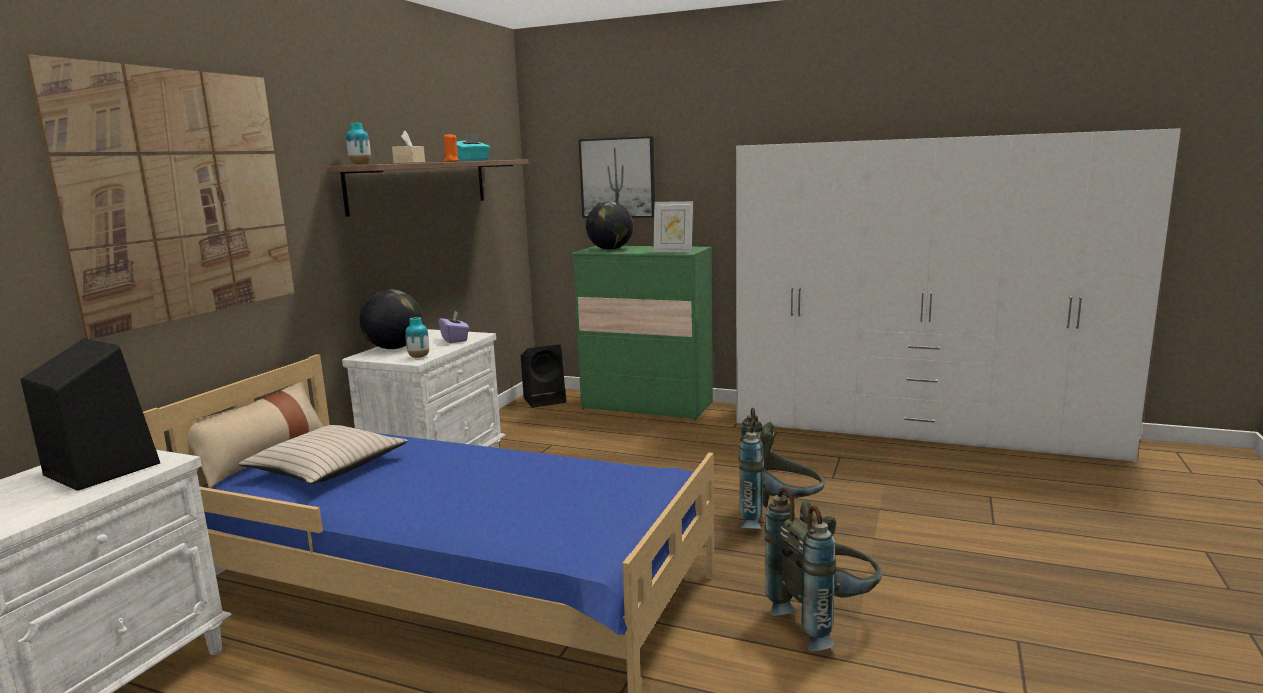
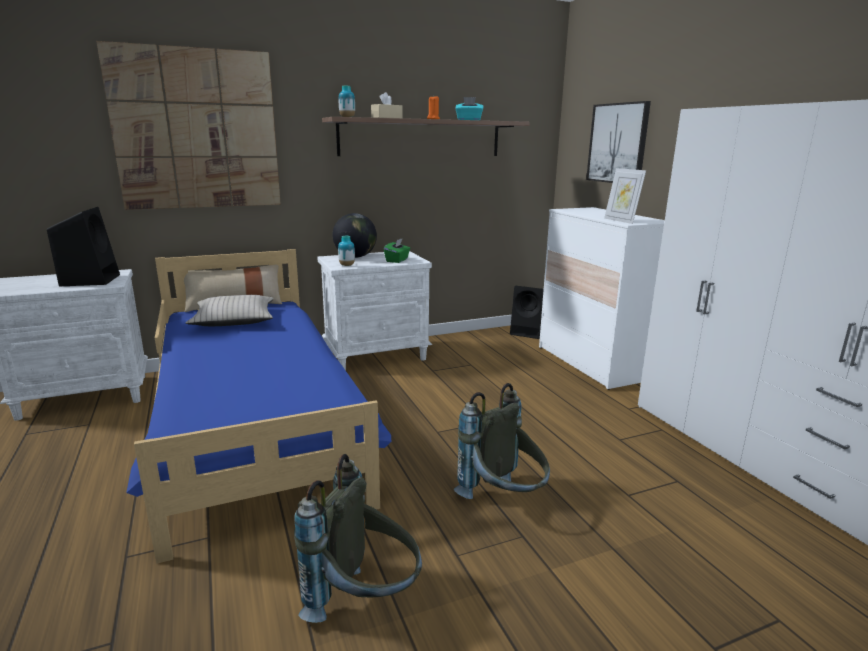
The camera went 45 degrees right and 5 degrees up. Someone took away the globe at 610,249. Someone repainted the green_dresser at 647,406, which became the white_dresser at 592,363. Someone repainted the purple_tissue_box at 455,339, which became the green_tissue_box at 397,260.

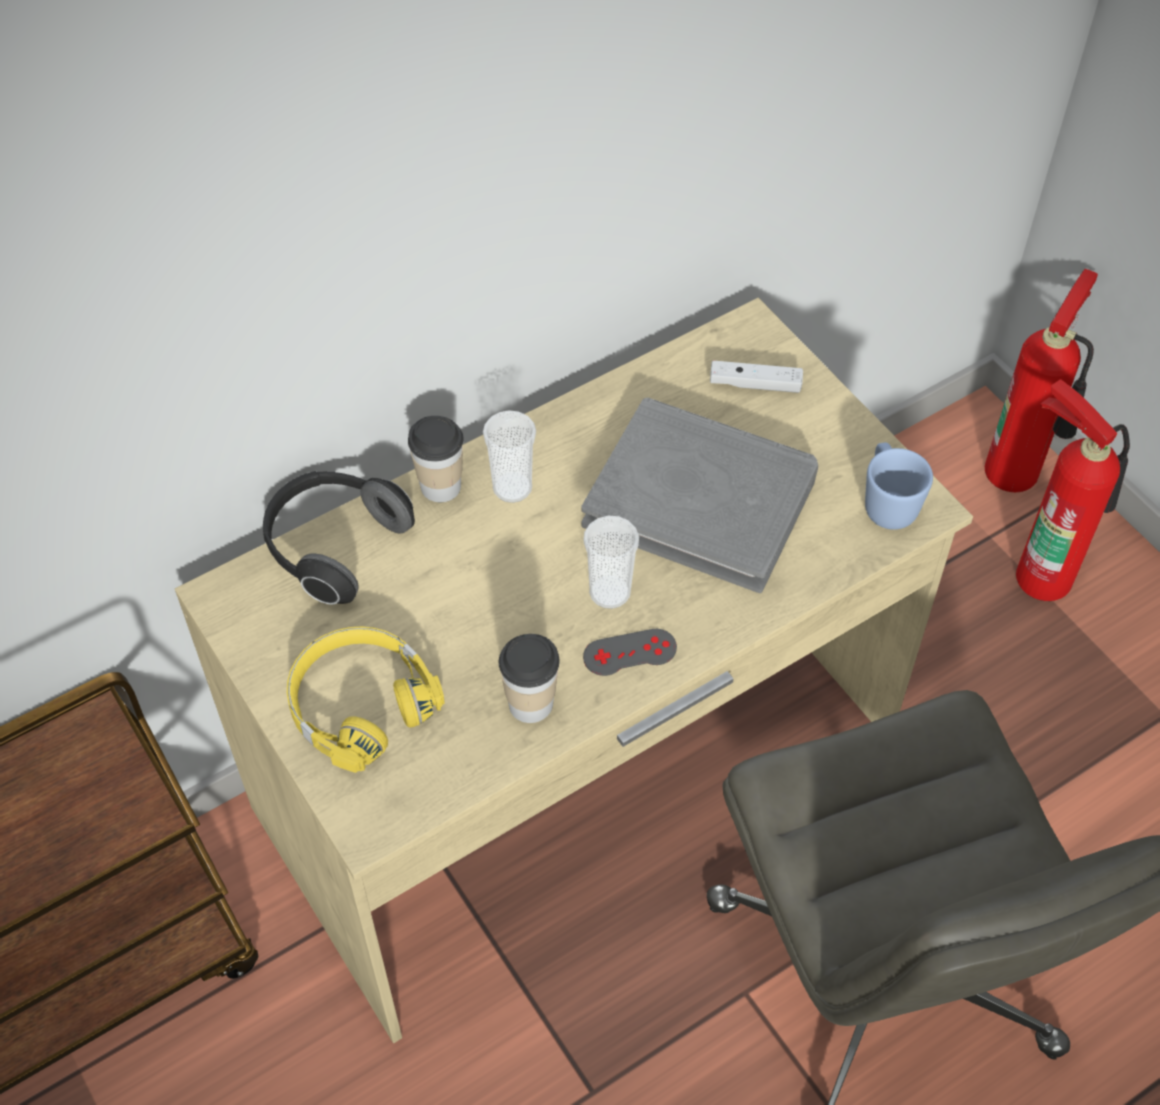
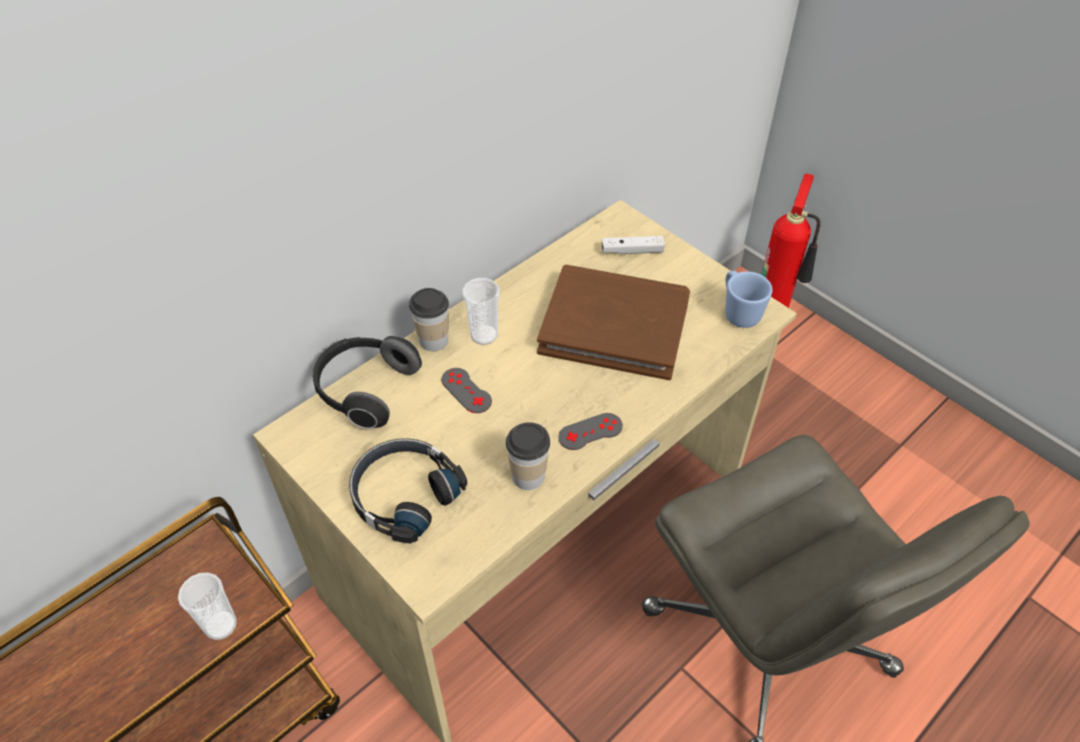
The camera went 10 degrees left and 5 degrees down. Someone took away the fire_extinguisher at 1044,572. Someone repainted the grey_book at 701,499, which became the brown_book at 614,326. Someone carried the cup from 609,592 to 220,625. Someone repainted the yellow_headphones at 360,703, which became the black_headphones at 404,494. Someone put down the grey_game_controller at 466,390.

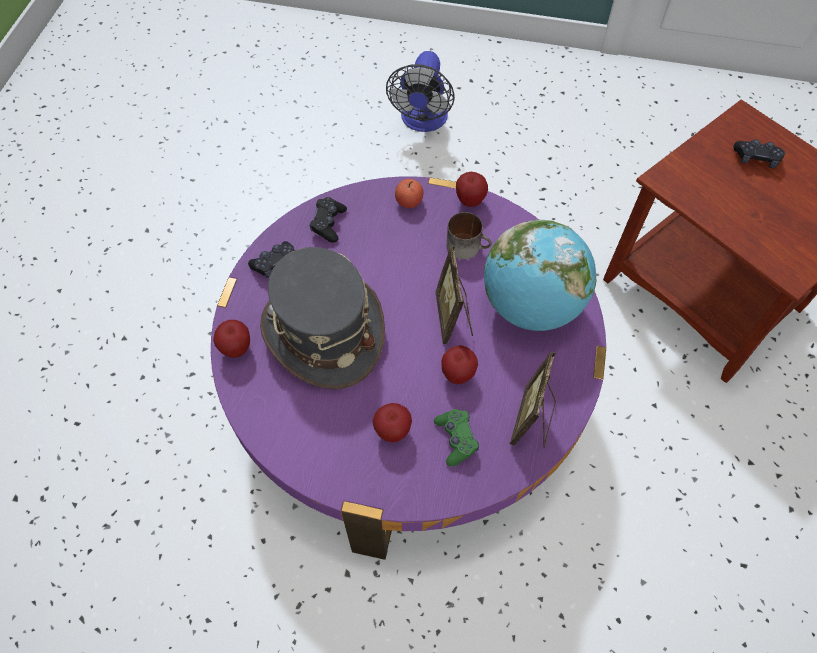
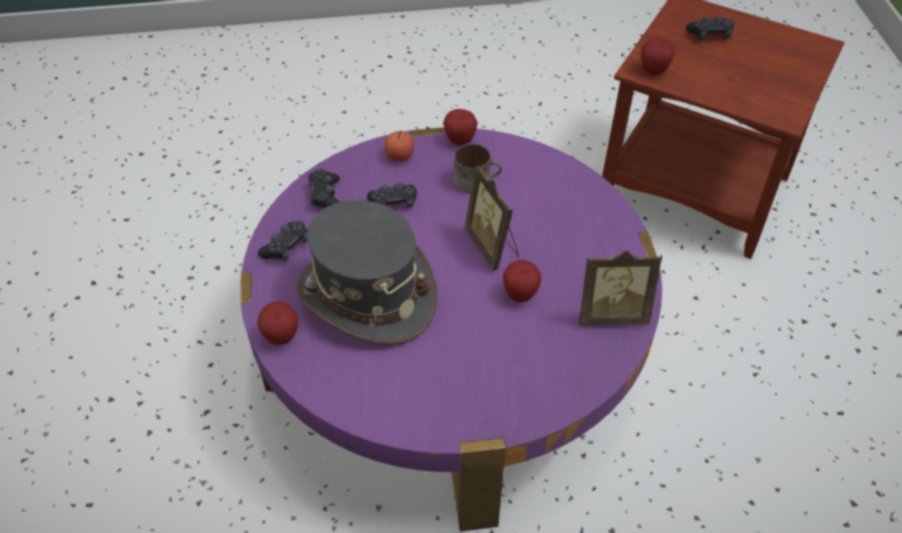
The camera went 20 degrees left and 10 degrees down. Someone took away the fan at 423,121. Someone took away the globe at 531,306. Someone rotated the picture_frame at 533,421 by 90 degrees counterclockwise. Someone carried the apple from 392,431 to 653,71. Someone took away the green_game_controller at 456,439. Someone put down the black_game_controller at 393,202.

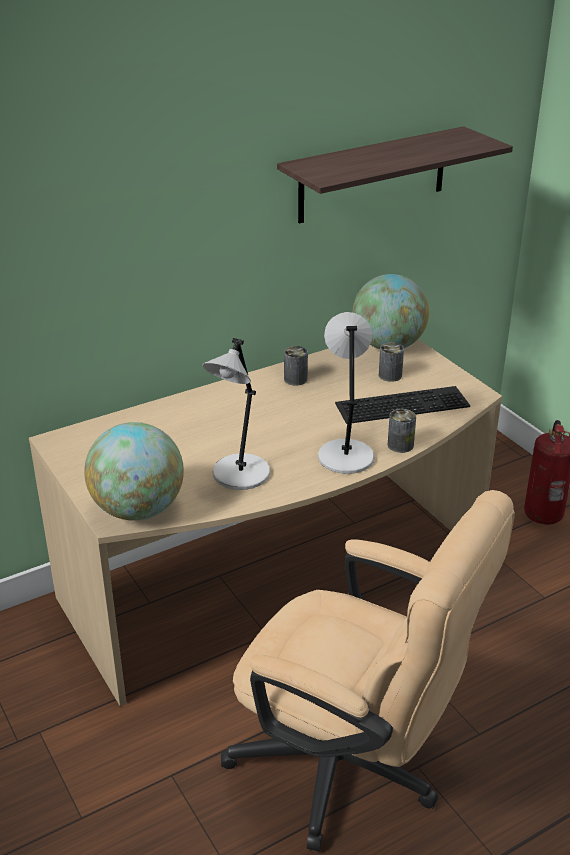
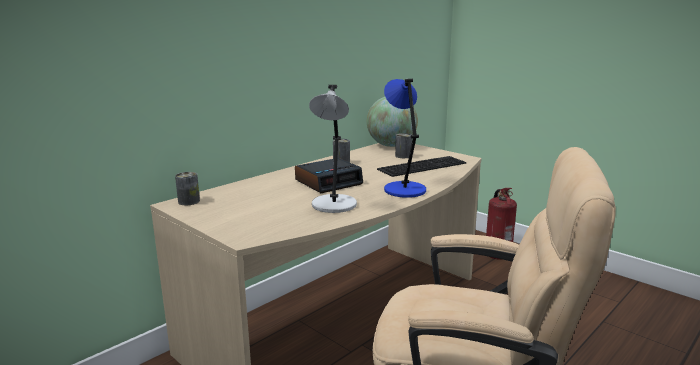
The camera went 15 degrees left and 15 degrees down. Someone took away the shelf at 373,175. Someone repainted the grey_table_lamp at 345,455, which became the blue_table_lamp at 403,189. Someone carried the can from 400,445 to 189,201. Someone took away the globe at 138,510. Someone put down the alarm_clock at 329,182.

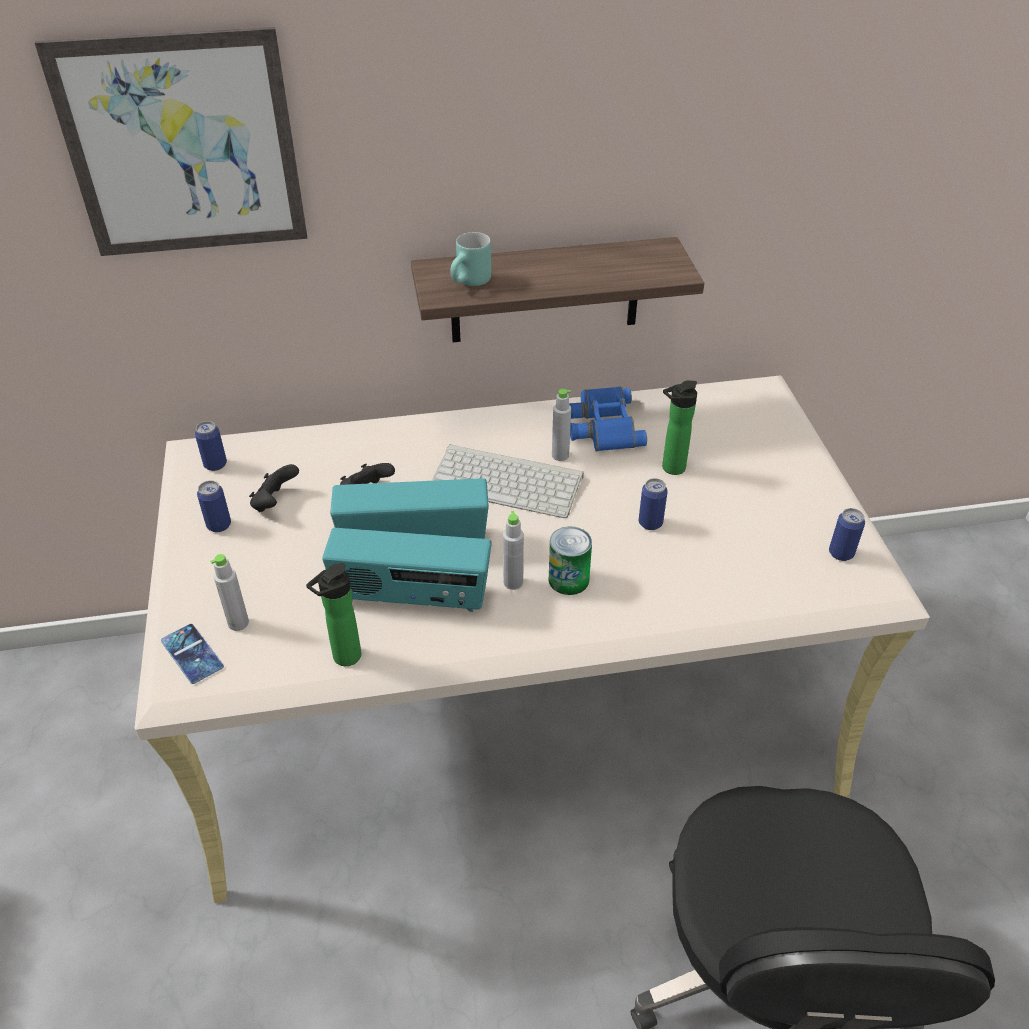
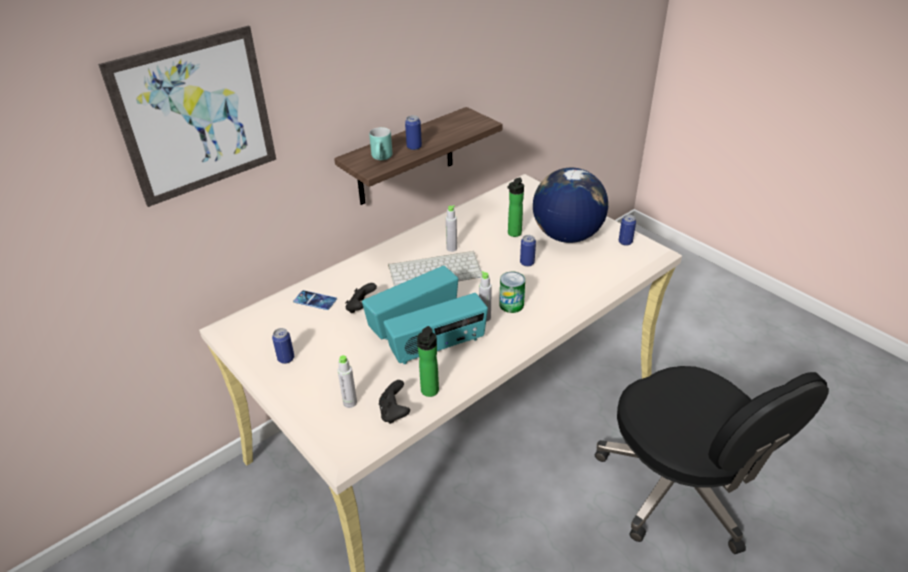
The camera went 30 degrees left and 5 degrees down. Someone took away the blue_binoculars at 601,425. Someone carried the can from 215,464 to 414,147. Someone carried the black_game_controller from 275,502 to 394,412. Someone carried the phone from 192,654 to 315,300. Someone put down the globe at 566,236.

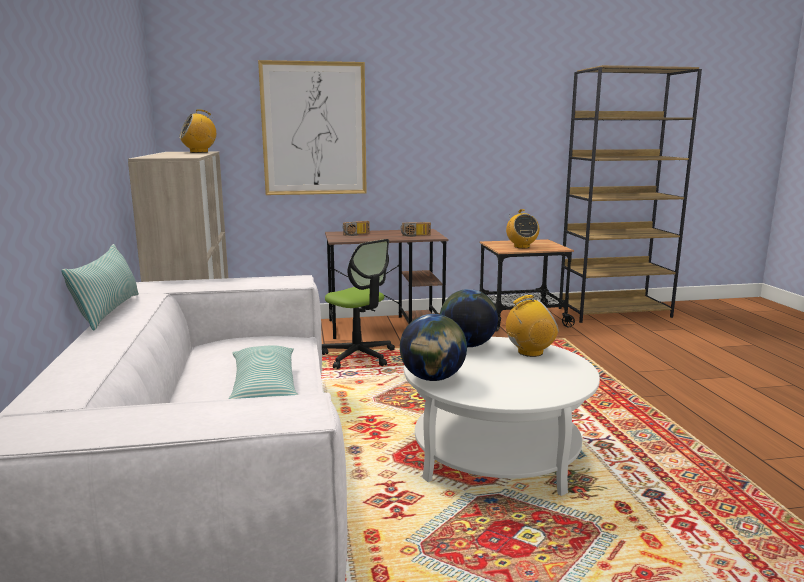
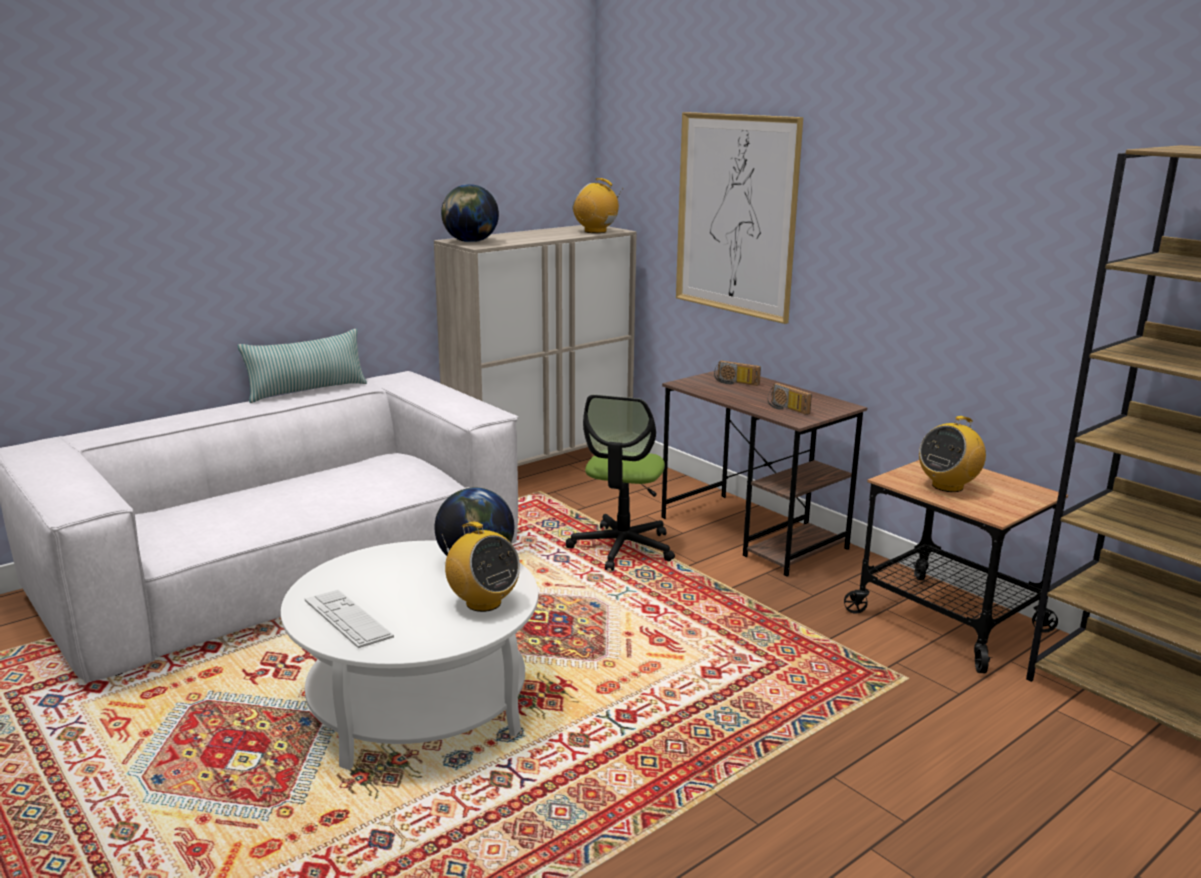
The camera went 60 degrees right and 5 degrees up. Someone carried the globe from 433,378 to 470,242. Someone took away the pillow at 264,389. Someone put down the keyboard at 348,619.

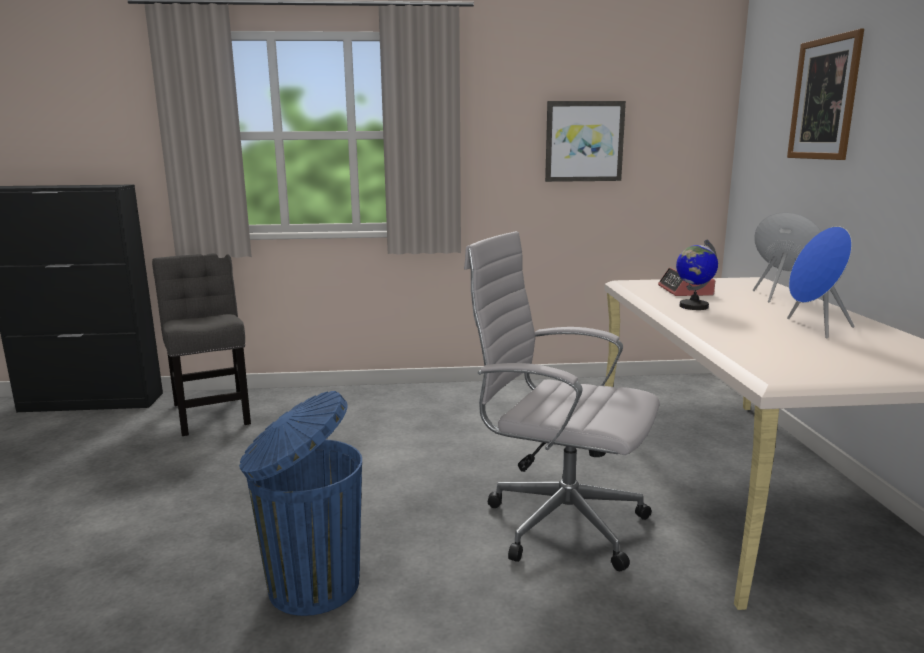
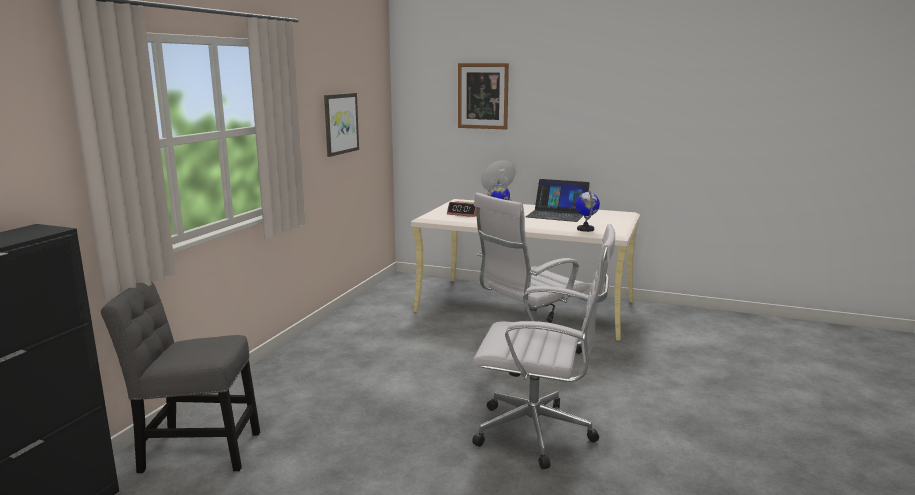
The camera went 65 degrees left and 0 degrees up. Someone swapped the blue_speaker at 814,328 for the laptop at 557,214. Someone swapped the blue_trash_can at 310,585 for the white_office_chair at 539,434. Someone put down the globe at 585,229.

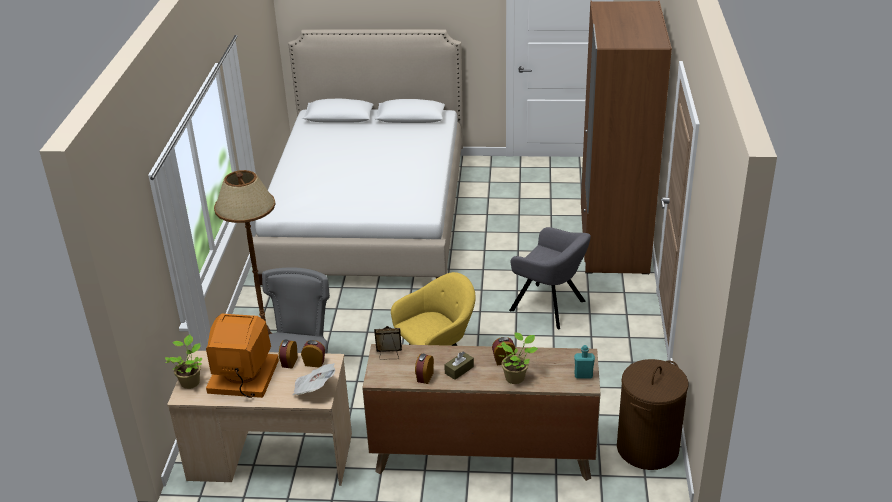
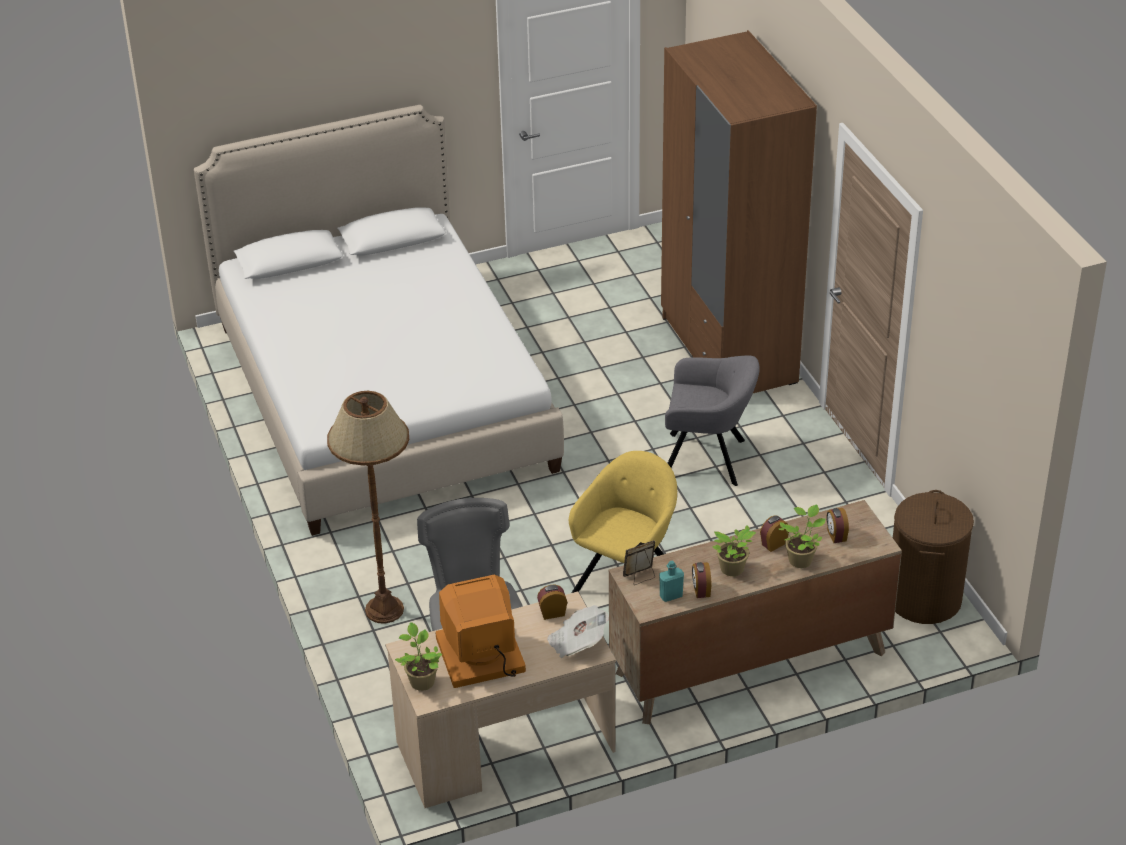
The camera went 25 degrees left and 5 degrees up. Someone carried the alarm_clock from 289,362 to 836,535. Someone carried the turquoise_bottle from 583,375 to 671,596. Someone swapped the brown_tissue_box at 459,370 for the potted_plant at 733,570.

